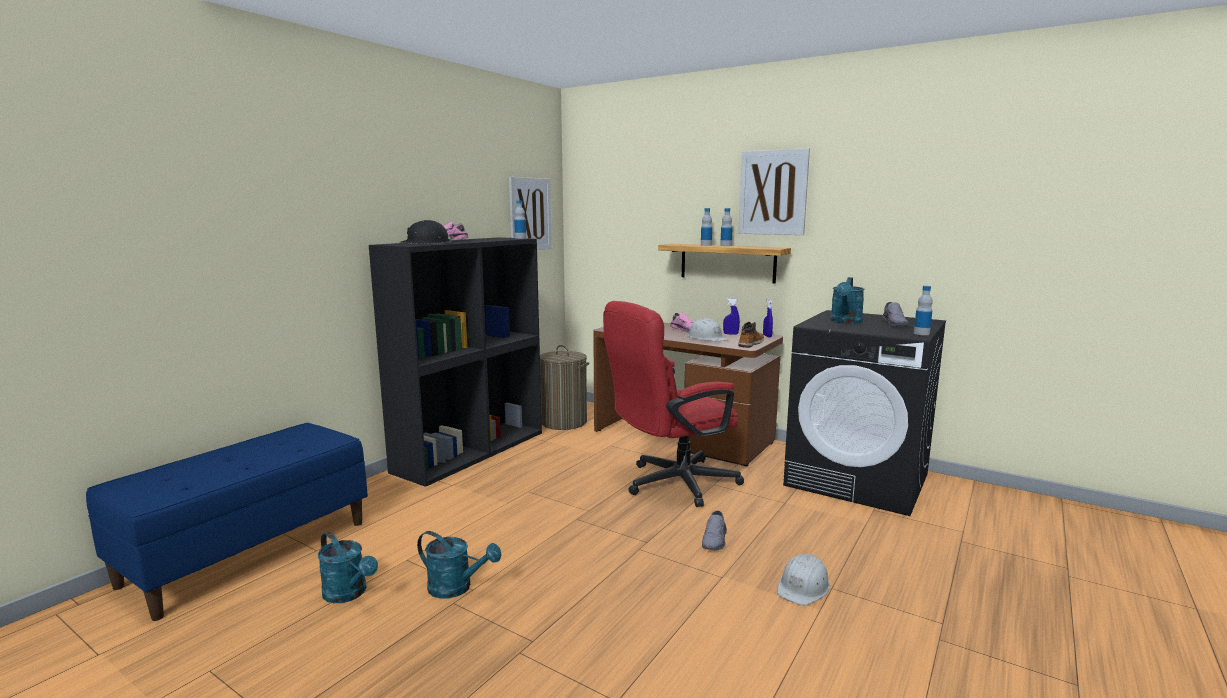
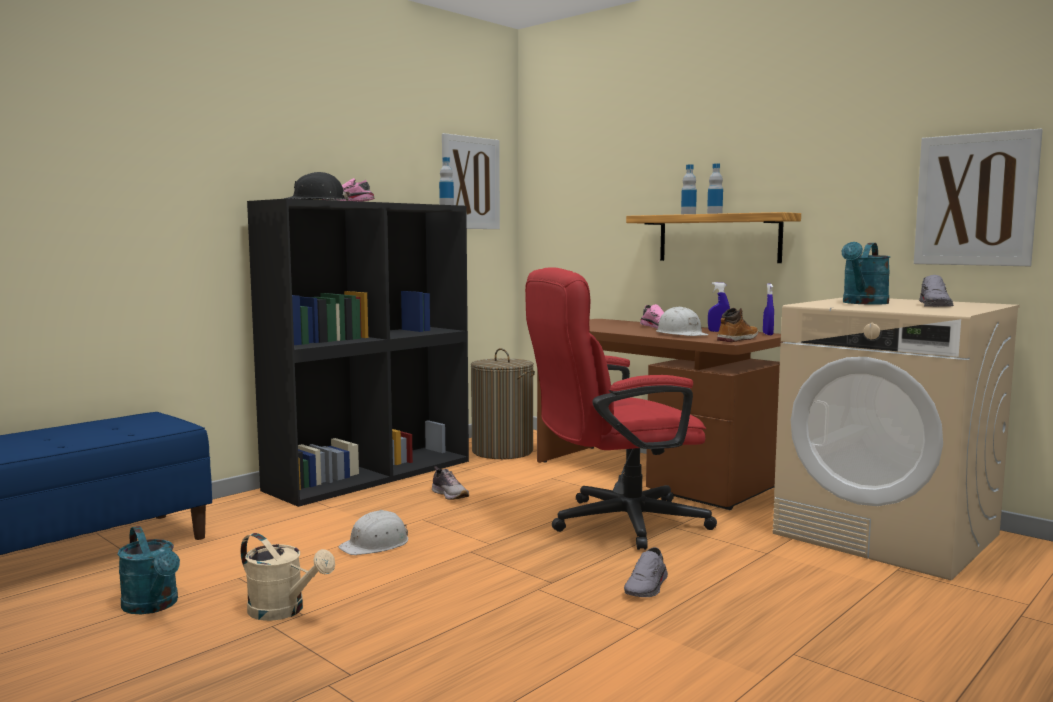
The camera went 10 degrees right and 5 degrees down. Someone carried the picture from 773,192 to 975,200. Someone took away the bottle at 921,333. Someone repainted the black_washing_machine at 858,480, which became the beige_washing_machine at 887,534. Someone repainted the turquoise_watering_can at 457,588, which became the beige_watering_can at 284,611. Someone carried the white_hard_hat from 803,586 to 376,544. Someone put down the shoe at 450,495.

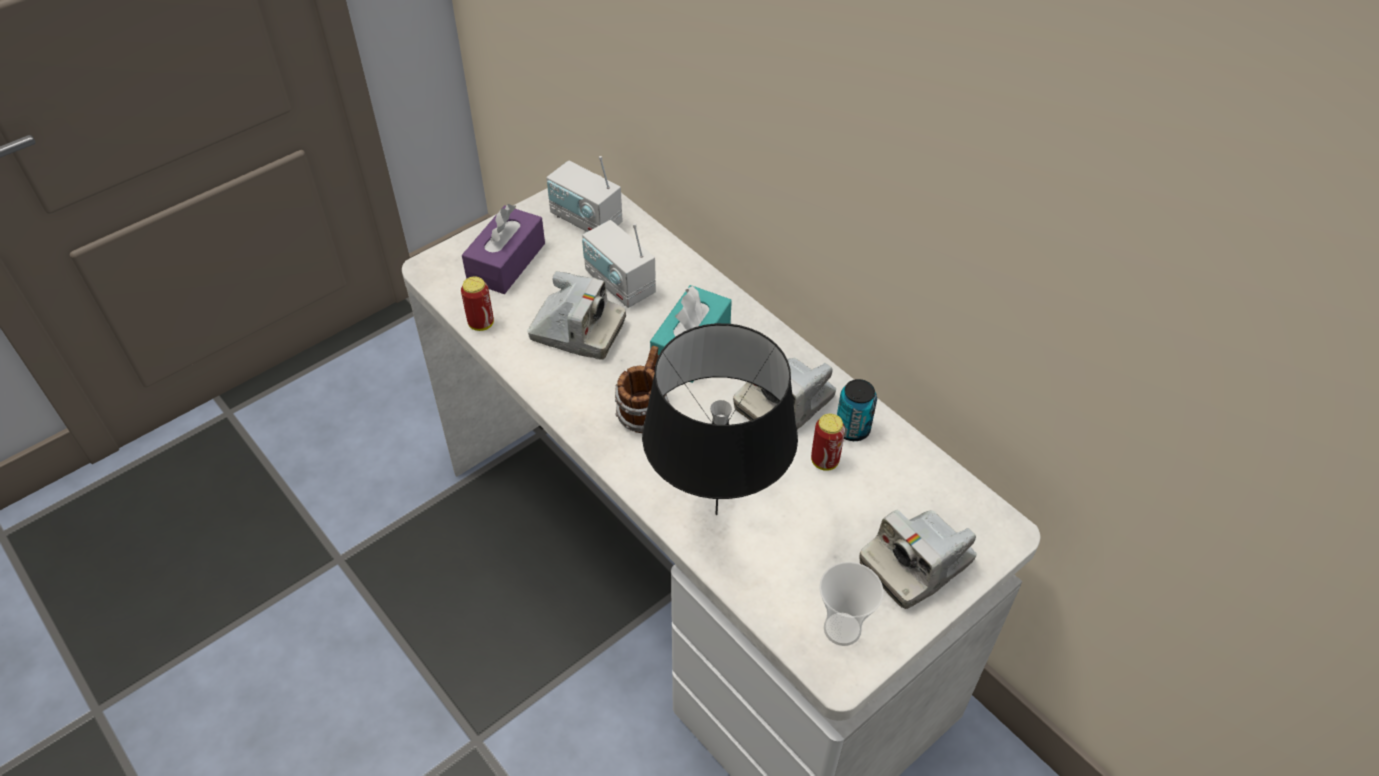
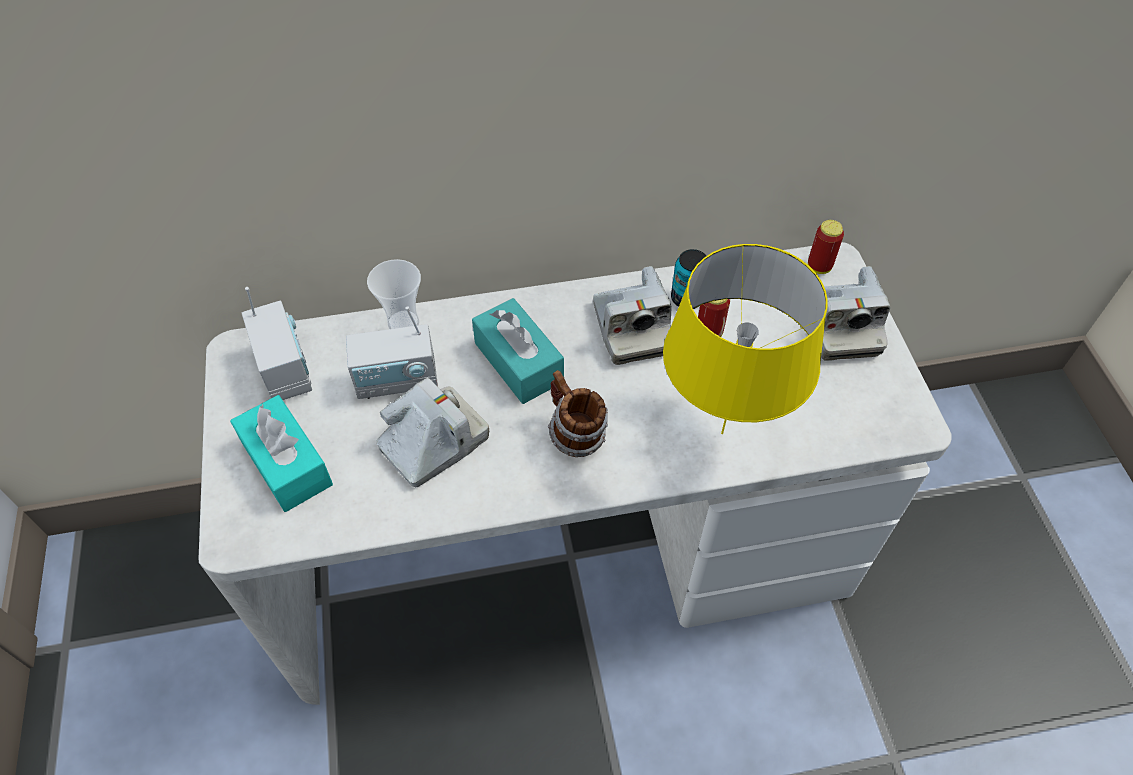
The camera went 60 degrees left and 5 degrees up. Someone rotated the radio at 586,220 by 90 degrees counterclockwise. Someone repainted the purple_tissue_box at 506,262, which became the turquoise_tissue_box at 287,464. Someone carried the can from 481,324 to 819,267. Someone repainted the black_table_lamp at 717,515, which became the yellow_table_lamp at 723,433. Someone carried the cup from 842,629 to 403,322.

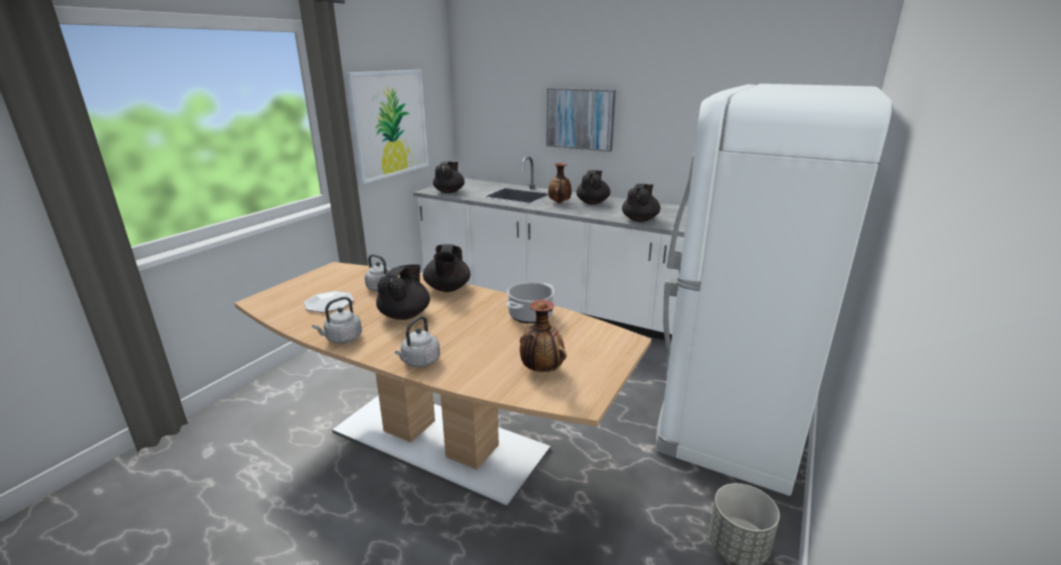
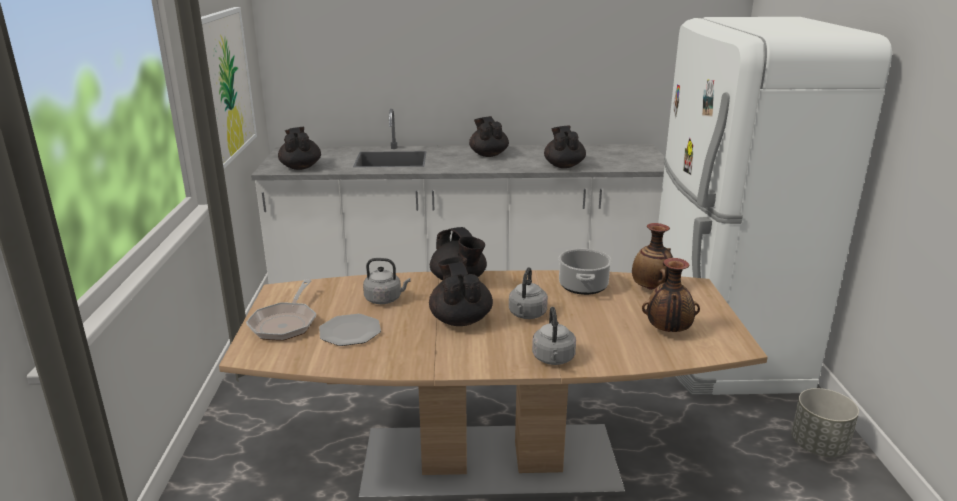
The camera went 30 degrees left and 0 degrees up. Someone took away the picture at 580,119. Someone carried the vase from 559,203 to 651,288. Someone carried the grey_kettle from 342,339 to 527,315. Someone put down the frying_pan at 285,323.

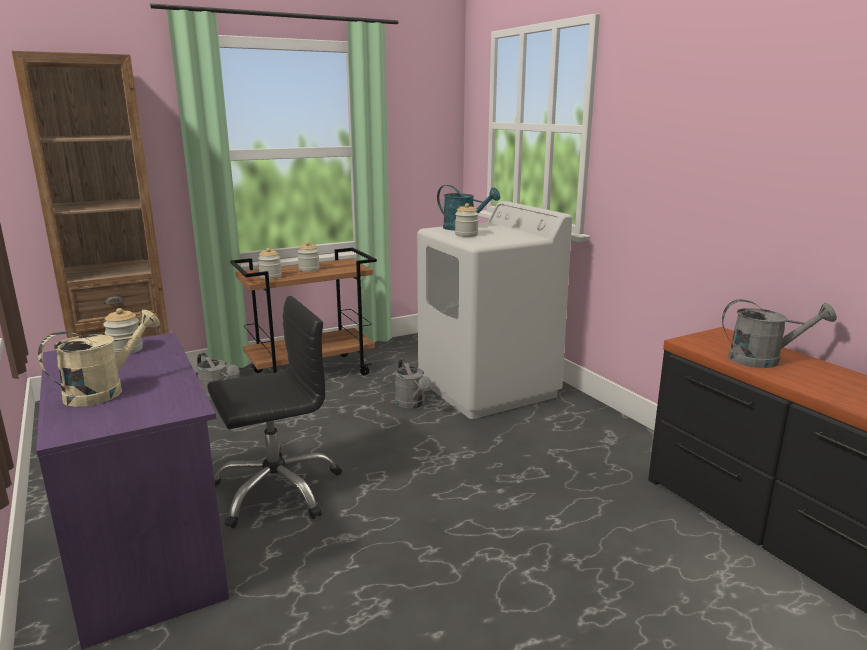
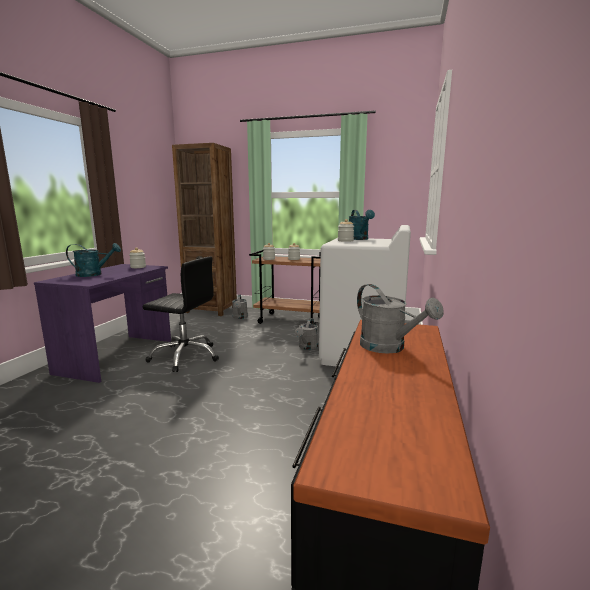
The camera went 45 degrees right and 5 degrees down. Someone repainted the beige_watering_can at 104,391, which became the turquoise_watering_can at 94,274.

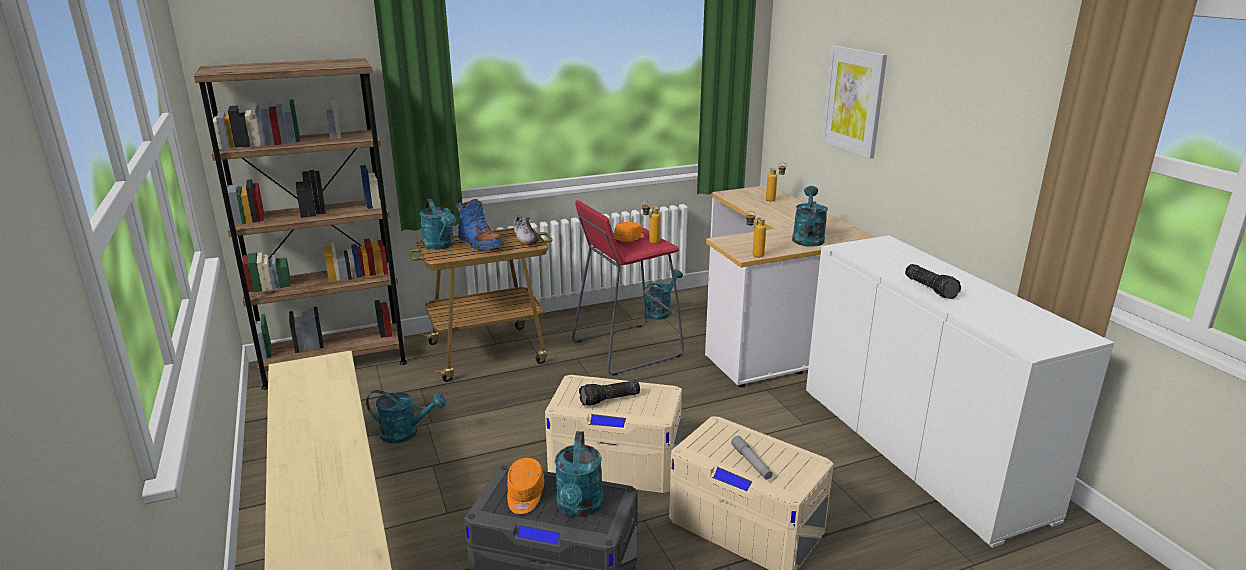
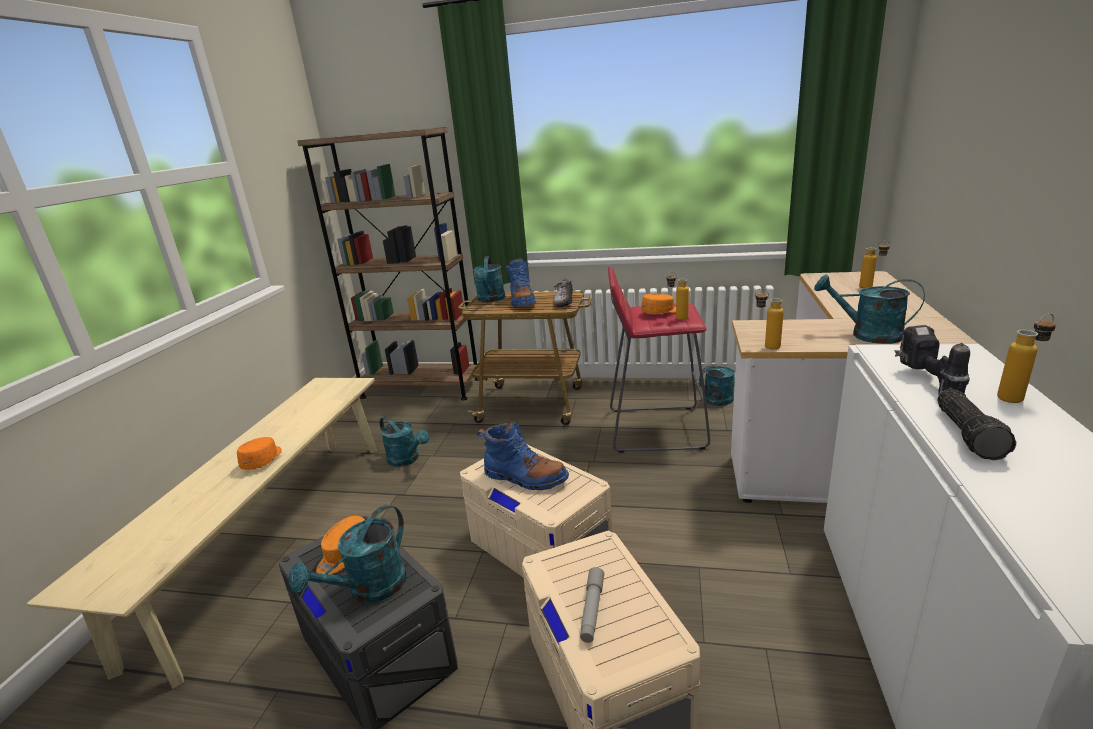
The camera went 35 degrees right and 0 degrees up. Someone took away the picture at 854,100. Someone rotated the turquoise_watering_can at 807,238 by 105 degrees counterclockwise. Someone swapped the flashlight at 609,400 for the blue_boot at 525,478. Someone put down the bottle at 1017,397. Someone put down the power_drill at 925,382. Someone put down the orange_cap at 263,460.

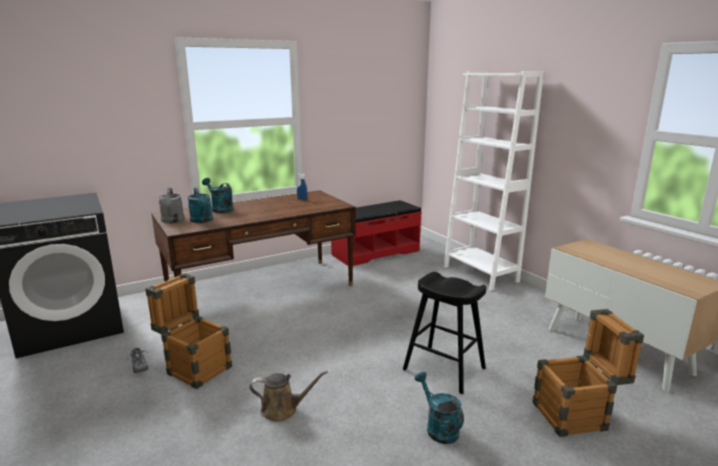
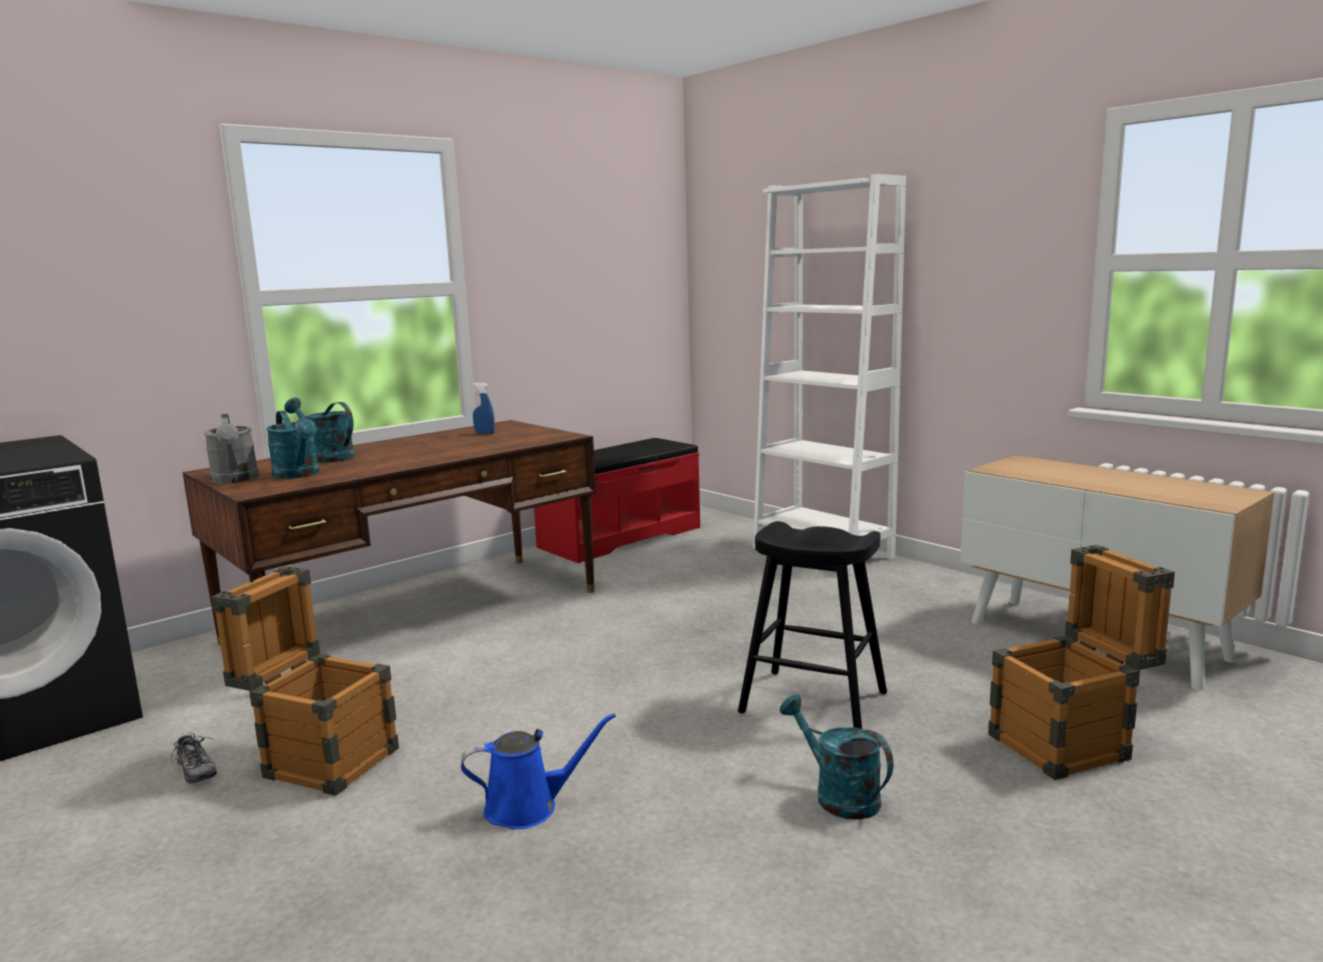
The camera went 10 degrees left and 5 degrees down. Someone repainted the brown_watering_can at 282,409, which became the blue_watering_can at 528,807.

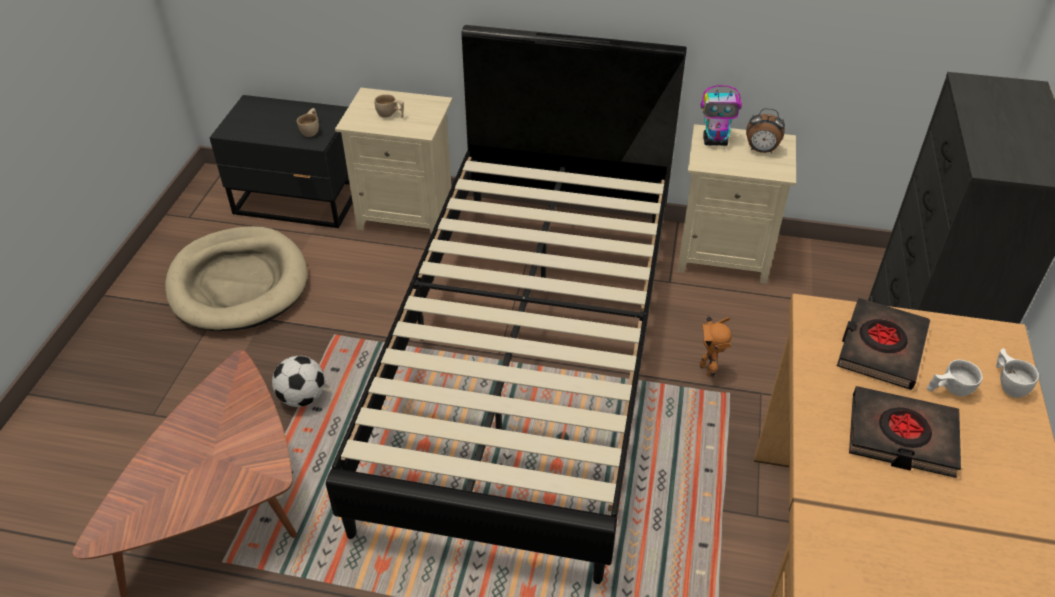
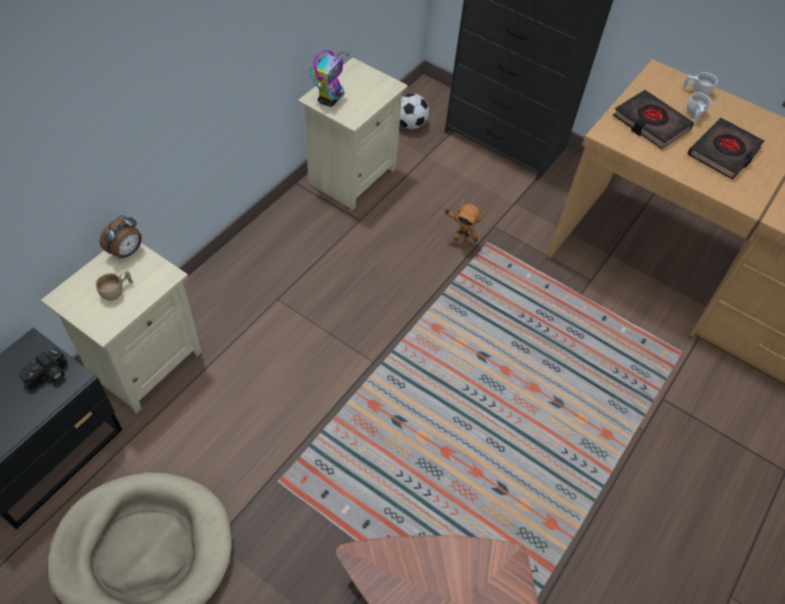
The camera went 70 degrees left and 10 degrees up. Someone took away the black_bed at 527,356. Someone swapped the beige_cup at 312,130 for the photo_camera at 49,376. Someone carried the alarm_clock from 761,150 to 127,252. Someone carried the football from 302,397 to 410,124.

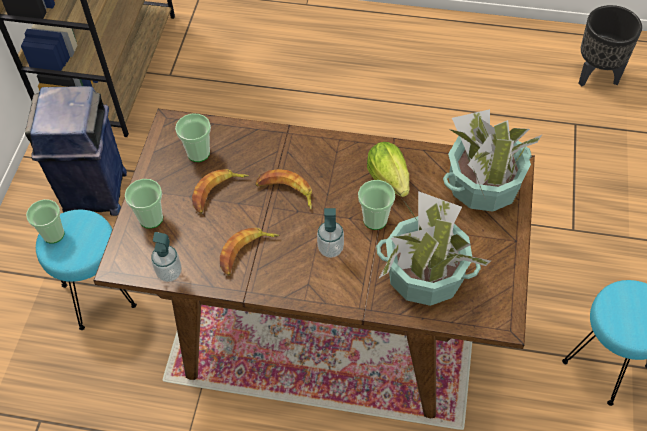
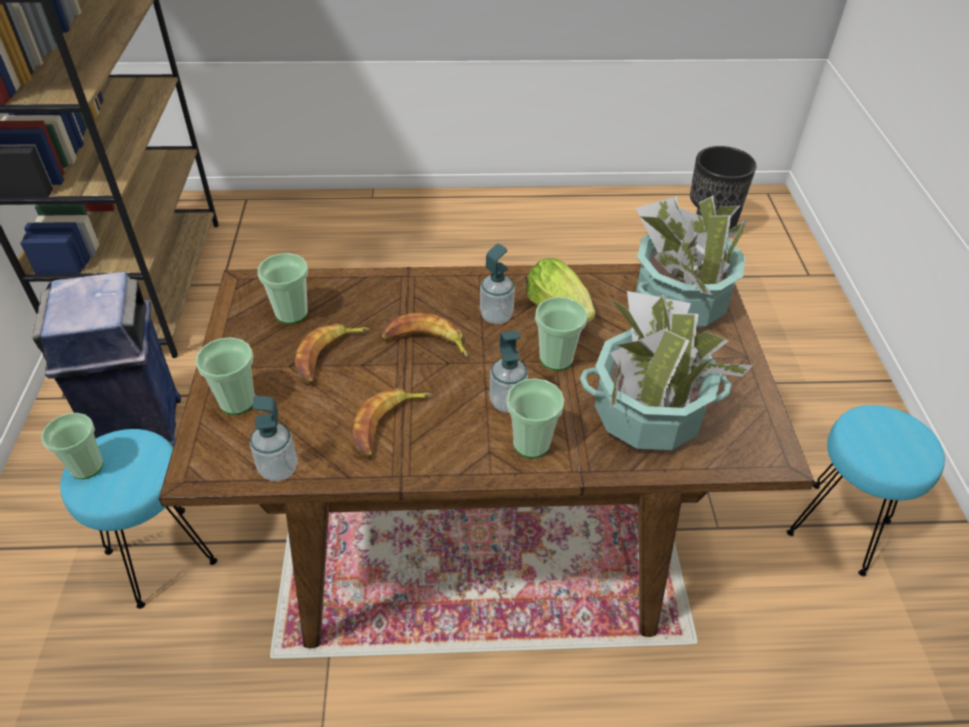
The camera went 15 degrees left and 10 degrees down. Someone put down the soap_dispenser at 496,316. Someone put down the cup at 531,443.

